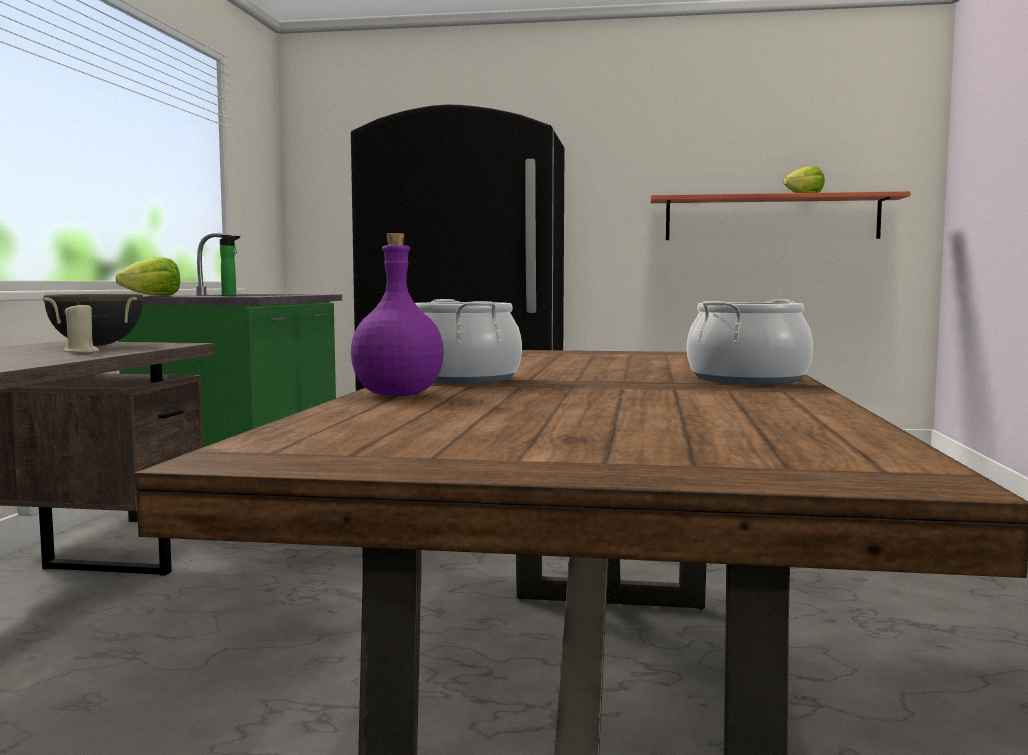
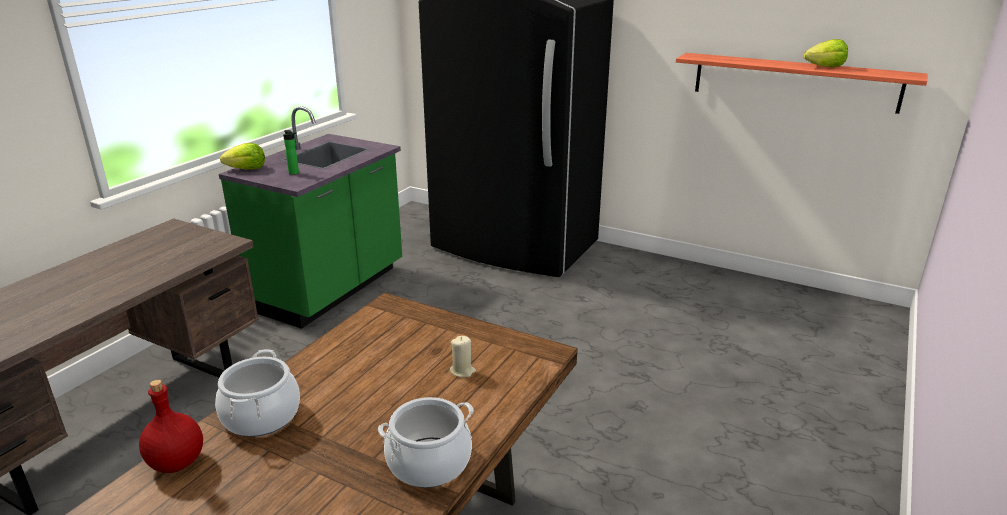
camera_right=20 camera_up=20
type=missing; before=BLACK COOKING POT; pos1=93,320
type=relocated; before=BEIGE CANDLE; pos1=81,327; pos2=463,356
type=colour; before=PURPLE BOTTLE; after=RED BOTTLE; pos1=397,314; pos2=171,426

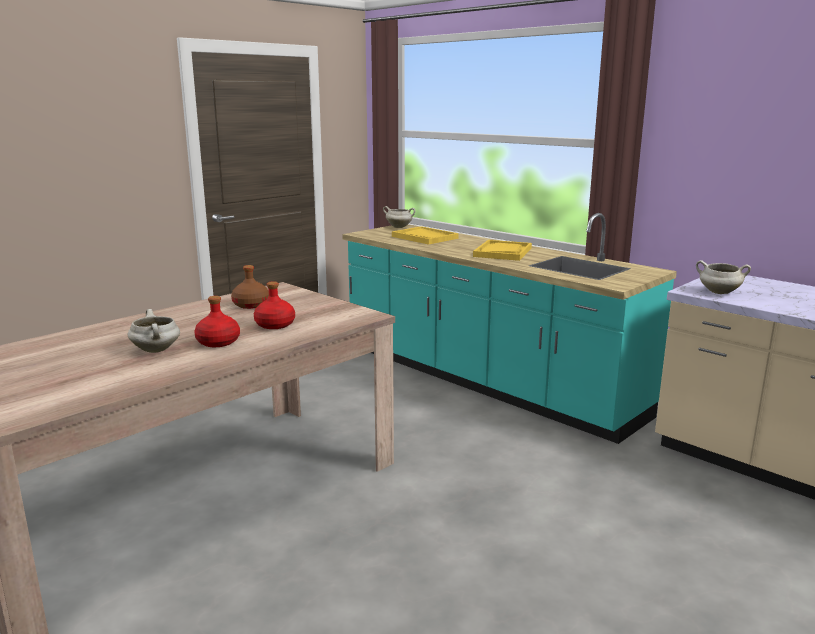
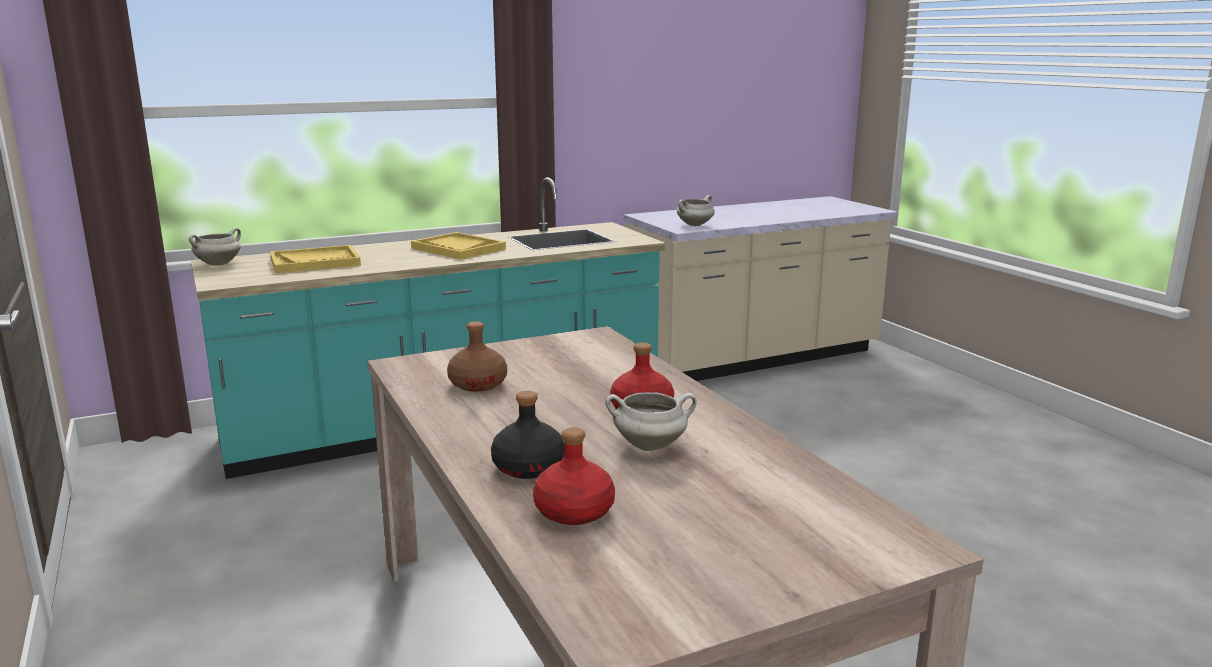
camera_right=-70 camera_up=0
type=appeared; after=BLACK BOTTLE; pos2=528,435
type=relocated; before=RED BOTTLE; pos1=274,305; pos2=574,476

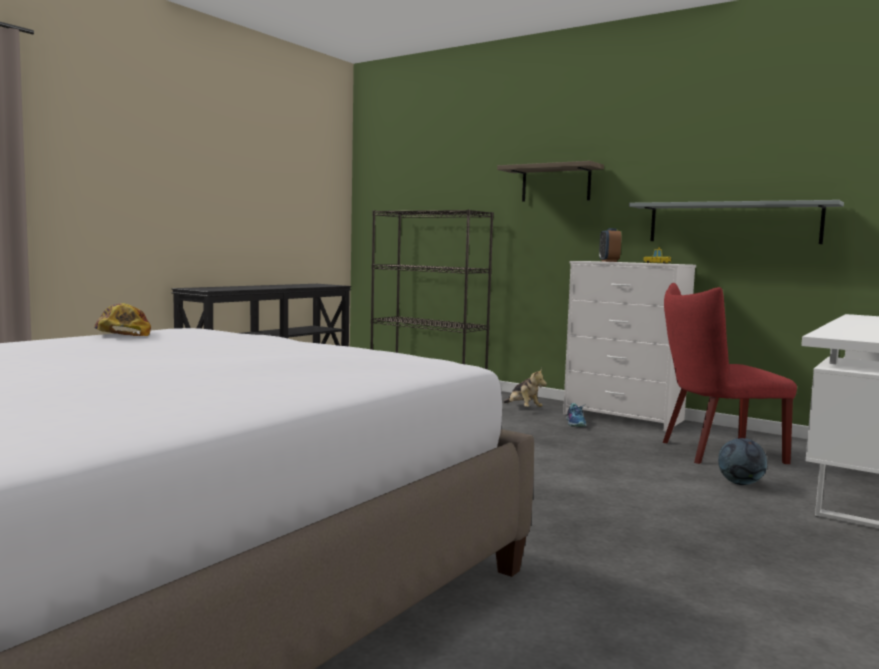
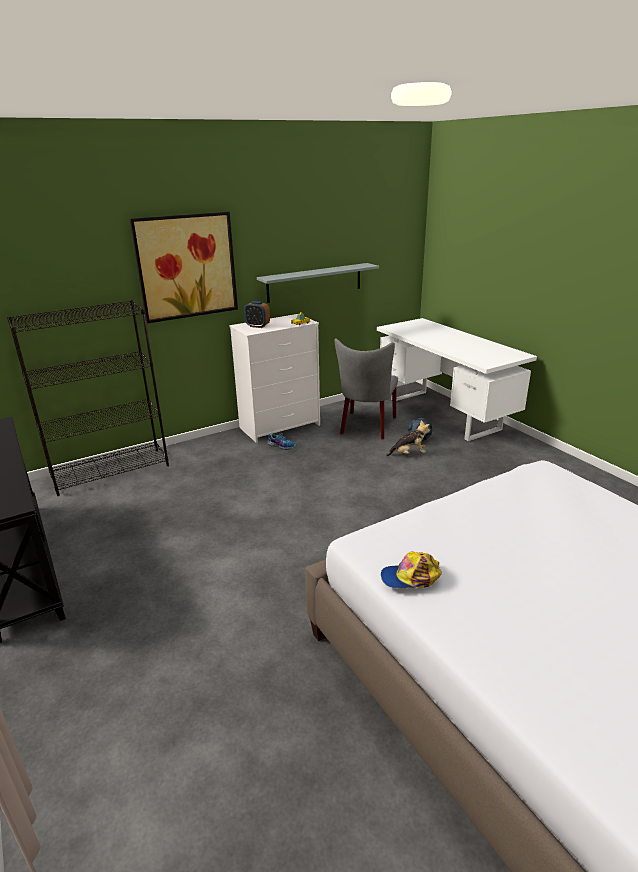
camera_right=-65 camera_up=20
type=relocated; before=PLUSH TOY; pos1=525,387; pos2=408,438
type=exchanged; before=SHELF; after=PICTURE; pos1=550,181; pos2=184,267
type=colour; before=RED CHAIR; after=GREY CHAIR; pos1=730,373; pos2=366,388

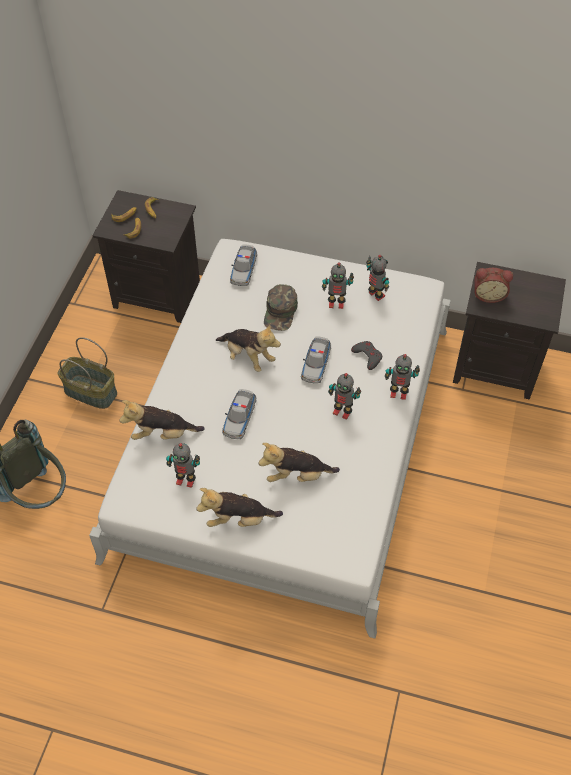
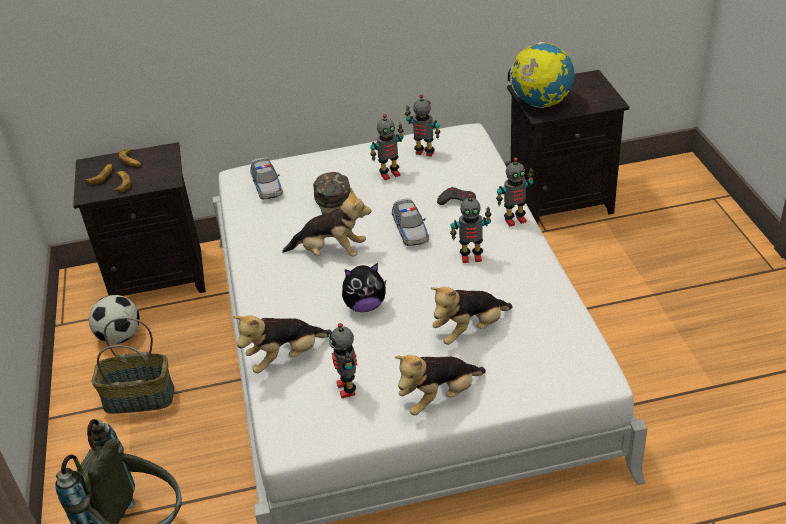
camera_right=-25 camera_up=-15
type=appeared; after=FOOTBALL; pos2=114,319
type=exchanged; before=TOY CAR; after=PLUSH TOY; pos1=239,414; pos2=364,287
type=exchanged; before=ALARM CLOCK; after=GLOBE; pos1=493,285; pos2=541,75
type=spun; before=TOY ROBOT; pos1=183,465; pos2=342,360; turn=90

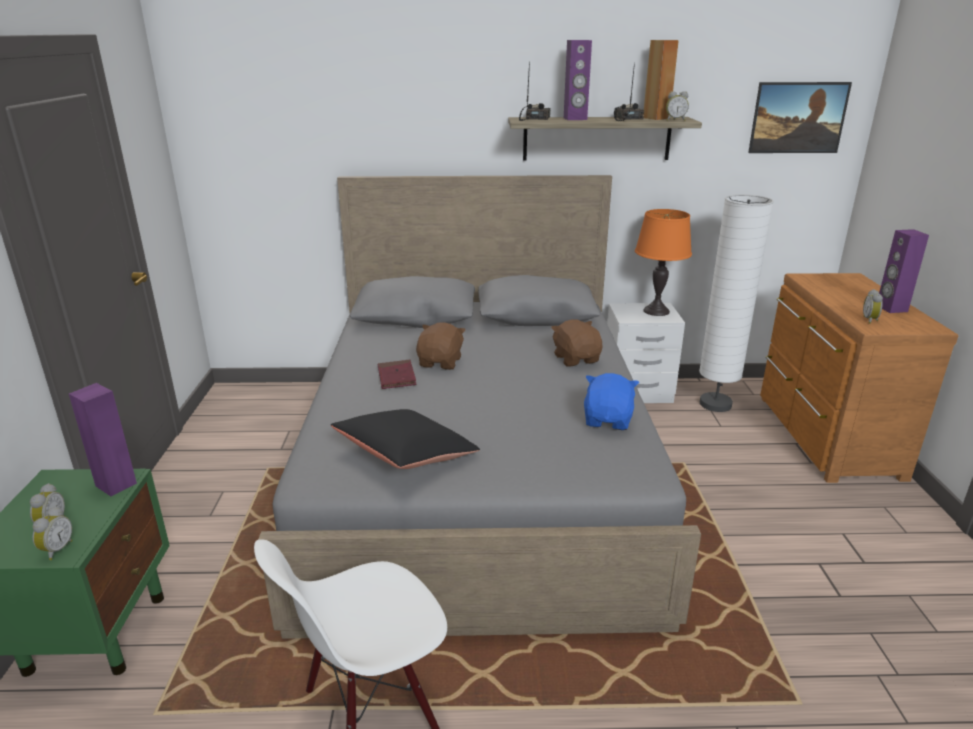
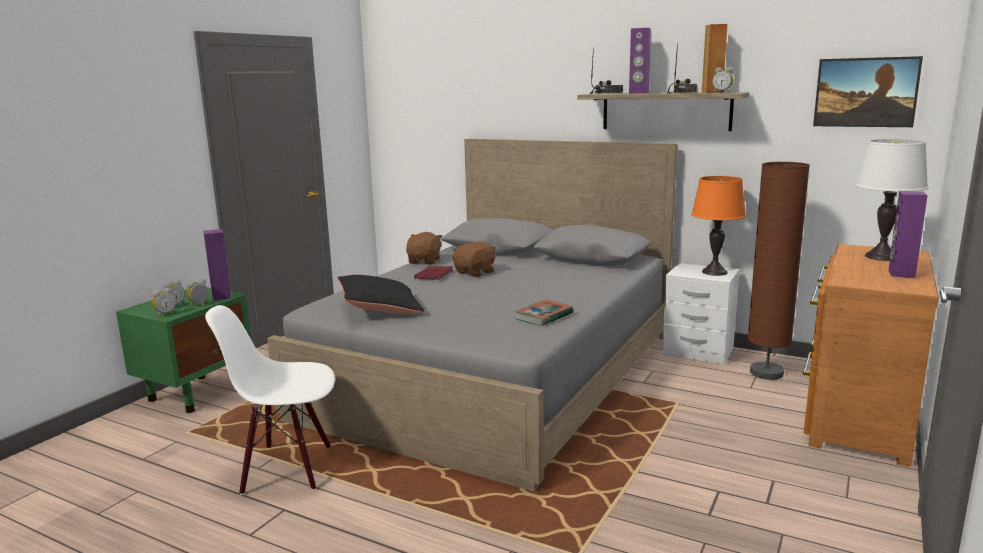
camera_right=30 camera_up=-10
type=appeared; after=WHITE TABLE LAMP; pos2=891,200
type=relocated; before=BROWN PLUSH TOY; pos1=576,343; pos2=424,248
type=relocated; before=ALARM CLOCK; pos1=873,306; pos2=197,292
type=exchanged; before=BLUE PLUSH TOY; after=BOOK; pos1=611,401; pos2=544,312
type=colour; before=WHITE FLOOR LAMP; after=BROWN FLOOR LAMP; pos1=736,303; pos2=779,271

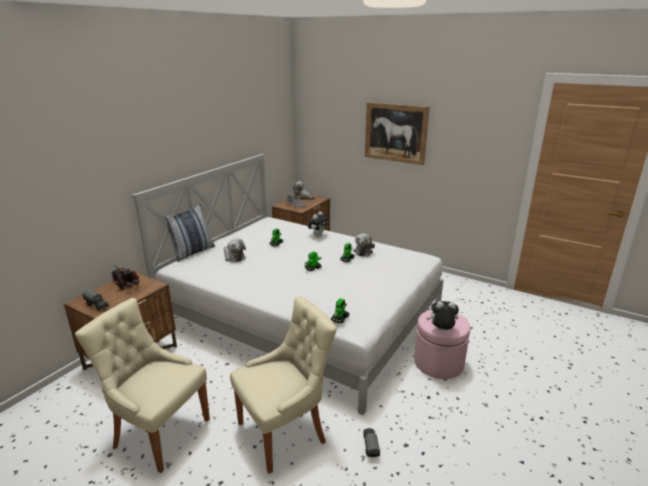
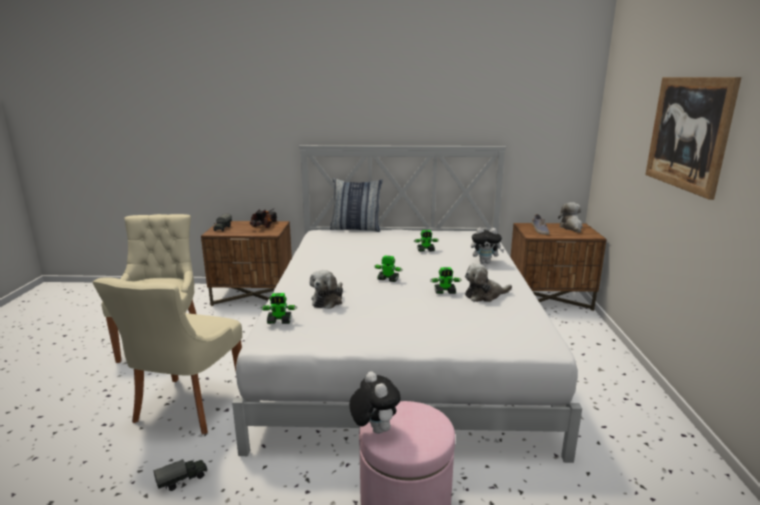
camera_right=60 camera_up=-5
type=relocated; before=PLUSH TOY; pos1=235,250; pos2=326,289
type=spun; before=BEIGE CHAIR; pos1=283,385; pos2=167,356; turn=75

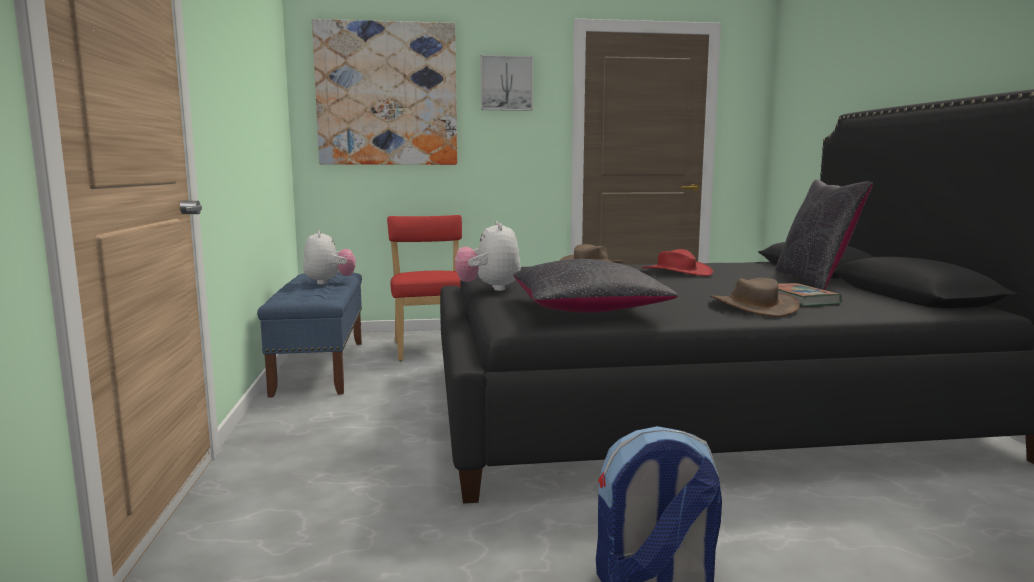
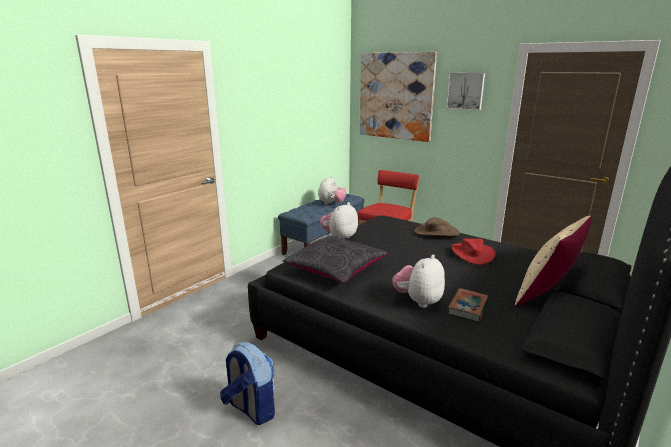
camera_right=45 camera_up=10
type=exchanged; before=BROWN HAT; after=PLUSH TOY; pos1=755,297; pos2=418,281
type=colour; before=BLACK PILLOW; after=BEIGE PILLOW; pos1=824,235; pos2=553,261

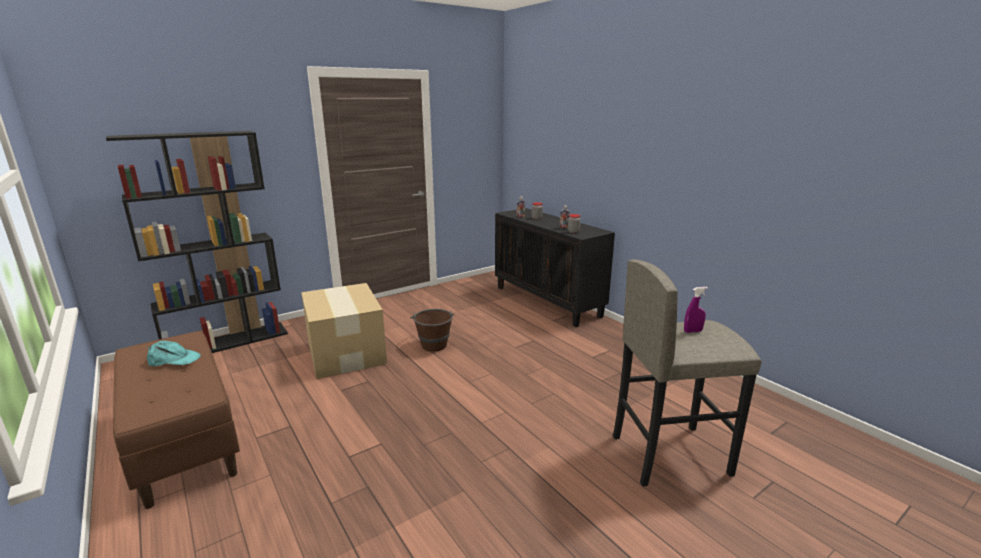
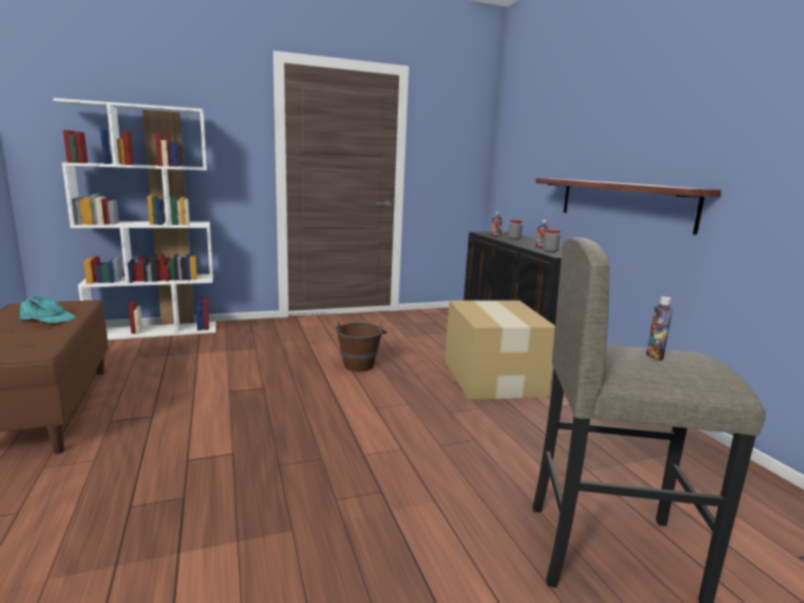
camera_right=15 camera_up=-5
type=appeared; after=SHELF; pos2=628,206
type=relocated; before=CARDBOARD BOX; pos1=344,331; pos2=500,350
type=exchanged; before=PURPLE SPRAY BOTTLE; after=BOTTLE; pos1=696,310; pos2=659,328
type=colour; before=BLACK BOOKCASE; after=WHITE BOOKCASE; pos1=197,242; pos2=134,219

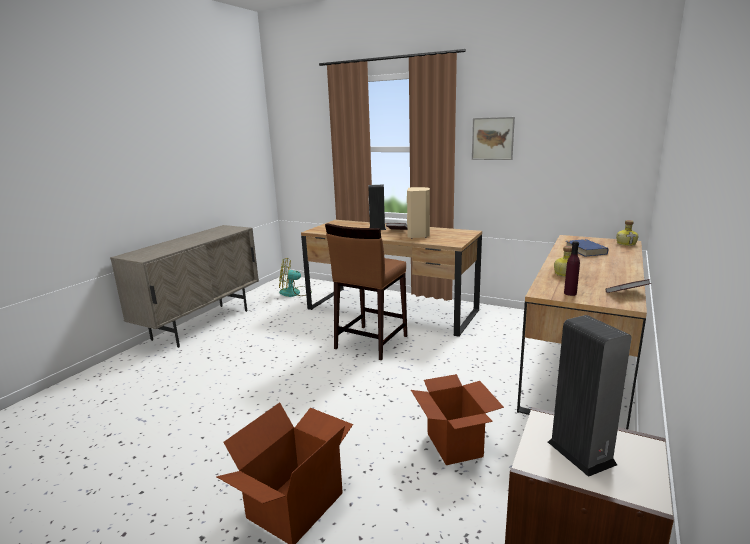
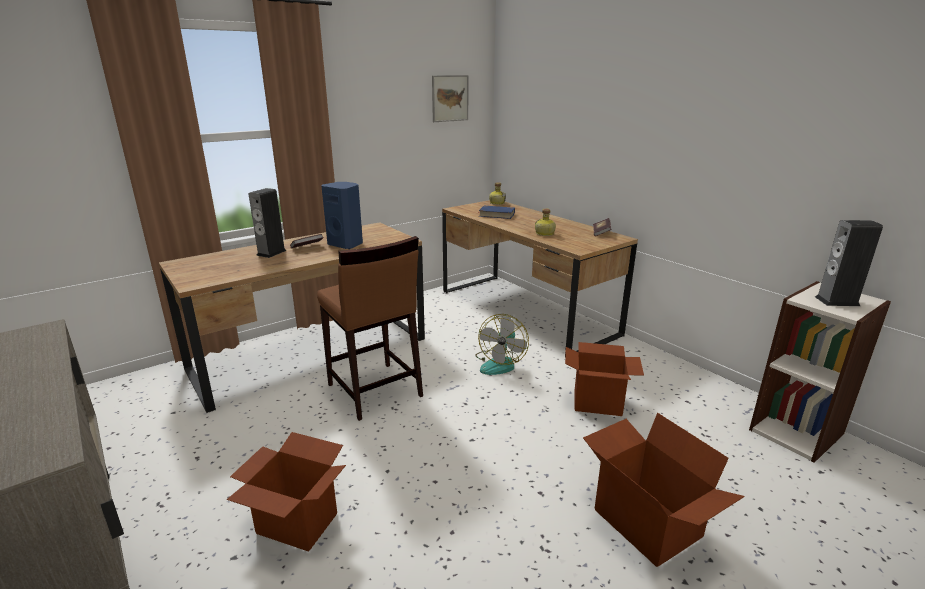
camera_right=-65 camera_up=5
type=missing; before=PURPLE BOTTLE; pos1=572,268
type=appeared; after=CARDBOARD BOX; pos2=286,492
type=relocated; before=FAN; pos1=295,277; pos2=502,344
type=relocated; before=PICTURE; pos1=493,138; pos2=450,98
type=colour; before=BEIGE SPEAKER; after=BLUE SPEAKER; pos1=418,212; pos2=342,215

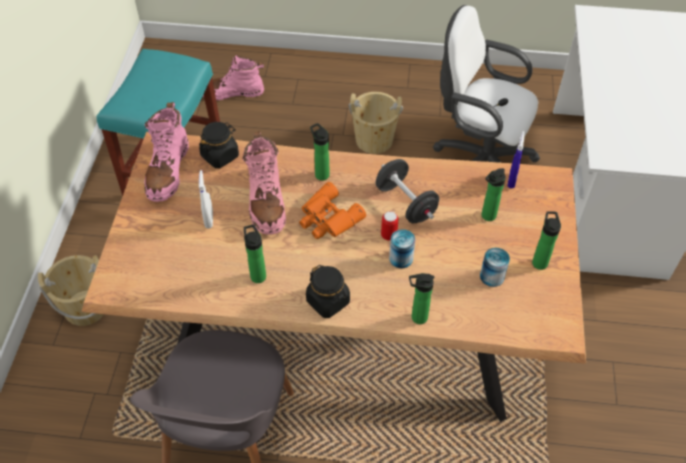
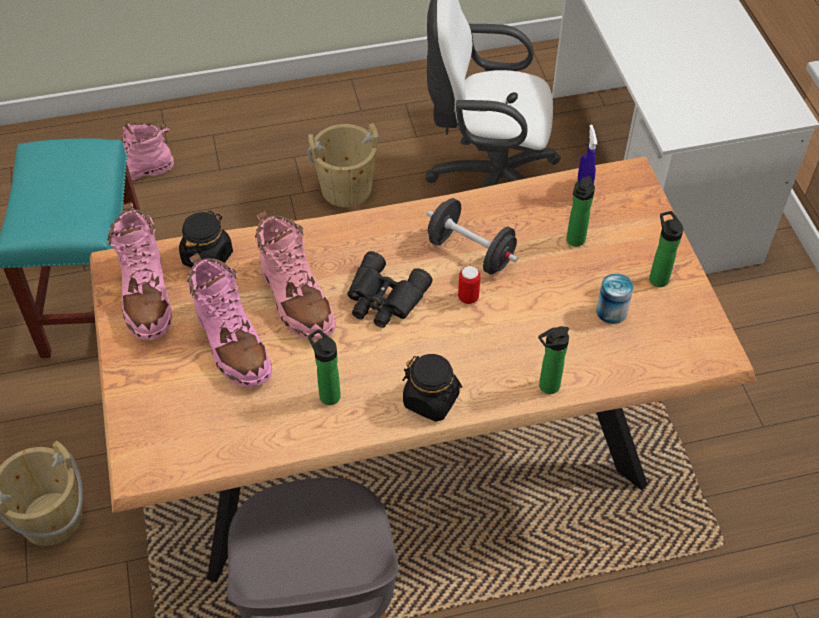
camera_right=-20 camera_up=0
type=missing; before=BOTTLE; pos1=320,152
type=missing; before=CAN; pos1=402,248
type=exchanged; before=WHITE SPRAY BOTTLE; after=PINK BOOT; pos1=206,199; pos2=229,320
type=colour; before=ORANGE BINOCULARS; after=BLACK BINOCULARS; pos1=332,210; pos2=389,289

